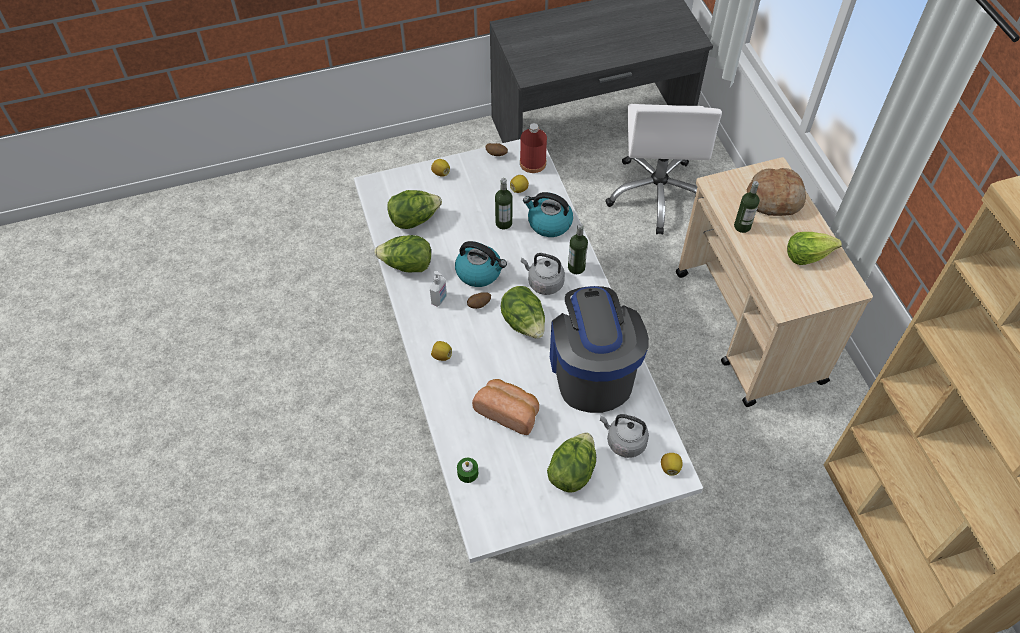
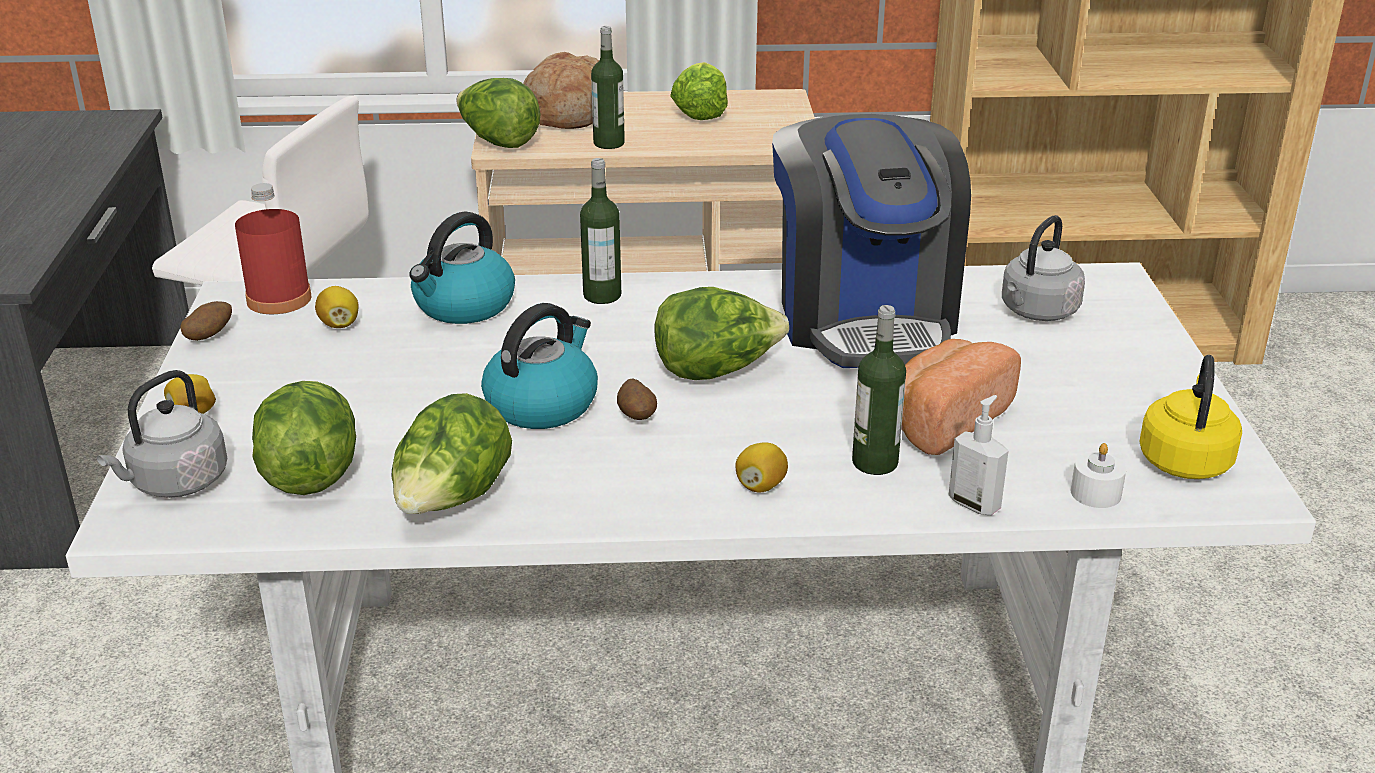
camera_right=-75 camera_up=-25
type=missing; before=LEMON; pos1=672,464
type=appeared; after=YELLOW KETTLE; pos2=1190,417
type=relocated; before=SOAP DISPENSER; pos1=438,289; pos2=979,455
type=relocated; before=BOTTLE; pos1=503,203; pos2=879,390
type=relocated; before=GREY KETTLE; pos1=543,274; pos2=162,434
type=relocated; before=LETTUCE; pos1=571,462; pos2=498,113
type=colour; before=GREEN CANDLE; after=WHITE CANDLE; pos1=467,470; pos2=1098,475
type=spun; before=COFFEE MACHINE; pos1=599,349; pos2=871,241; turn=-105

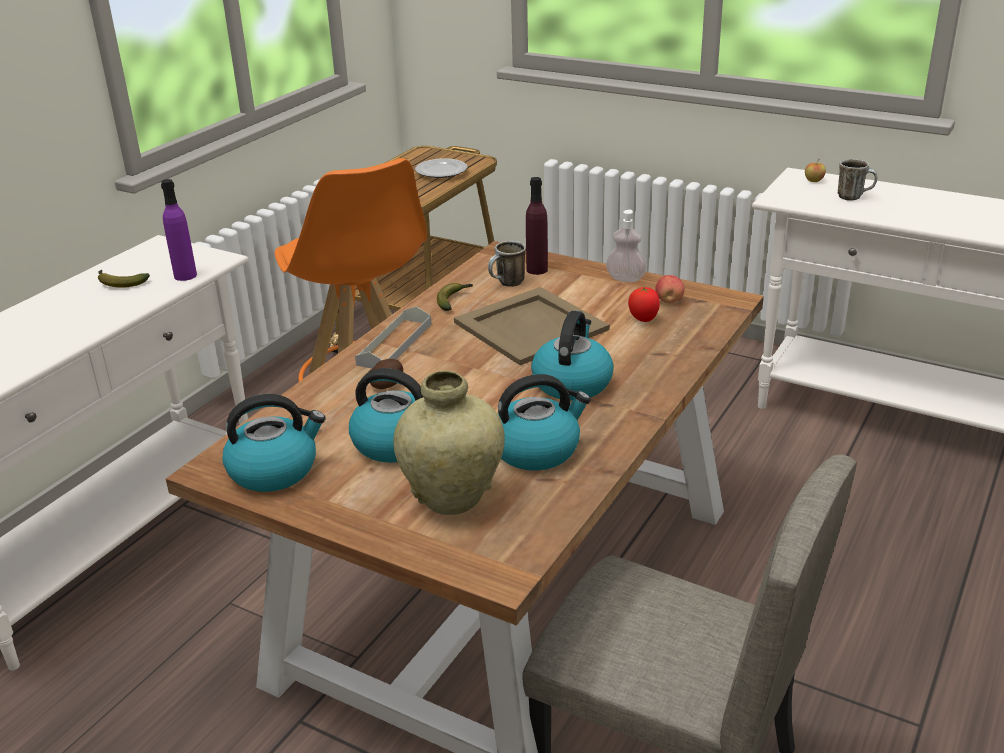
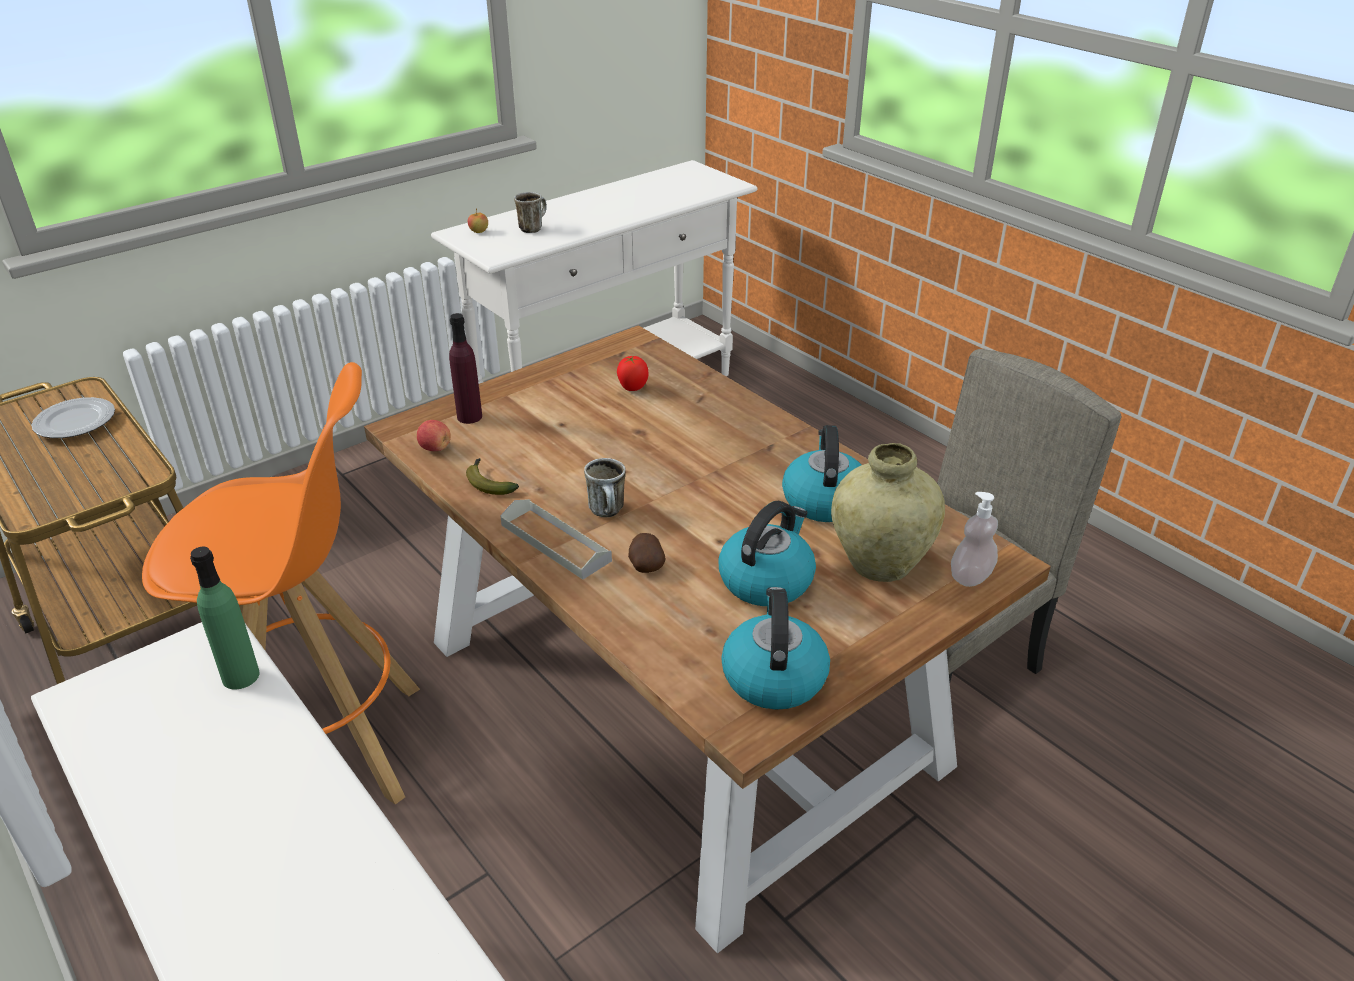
camera_right=-70 camera_up=5
type=missing; before=BANANA; pos1=124,279
type=missing; before=BEIGE TRAY; pos1=532,326
type=missing; before=KETTLE; pos1=572,356
type=relocated; before=MUG; pos1=507,264; pos2=605,487
type=relocated; before=SOAP DISPENSER; pos1=626,246; pos2=974,539
type=relocated; before=APPLE; pos1=669,289; pos2=434,435
type=colour; before=PURPLE BOTTLE; after=GREEN BOTTLE; pos1=179,230; pos2=225,617

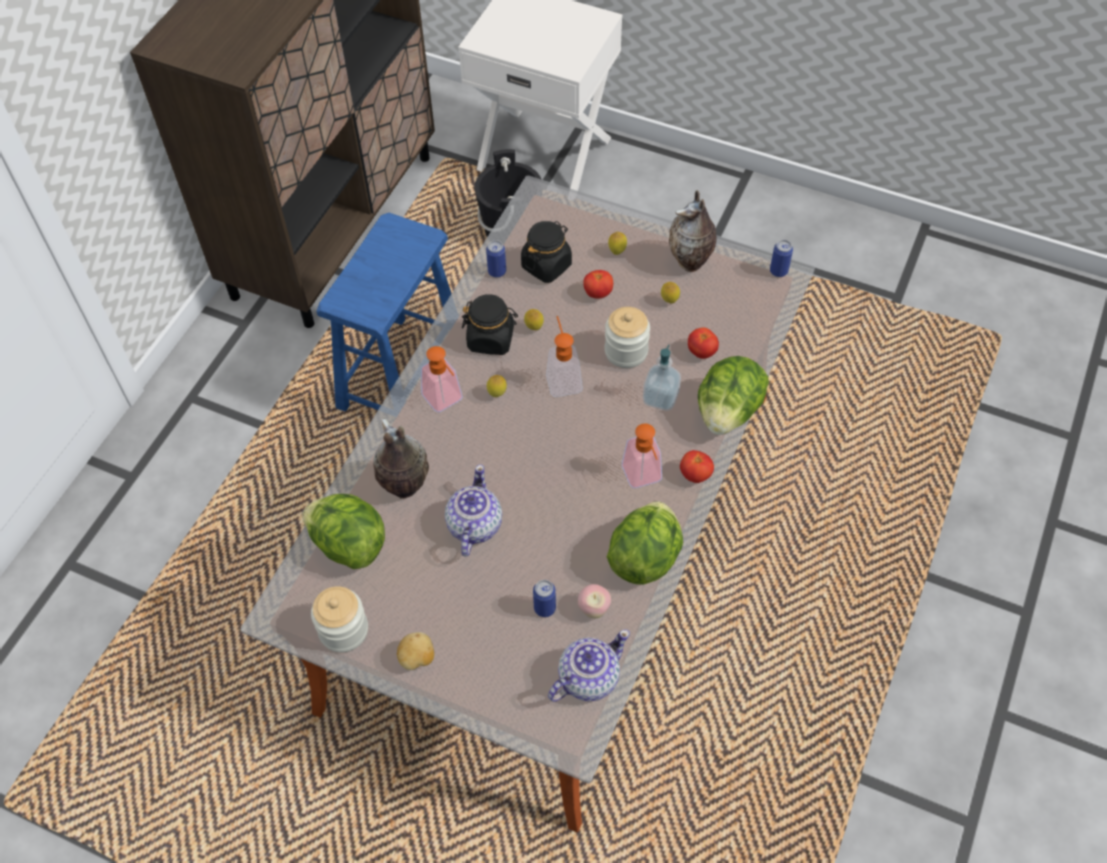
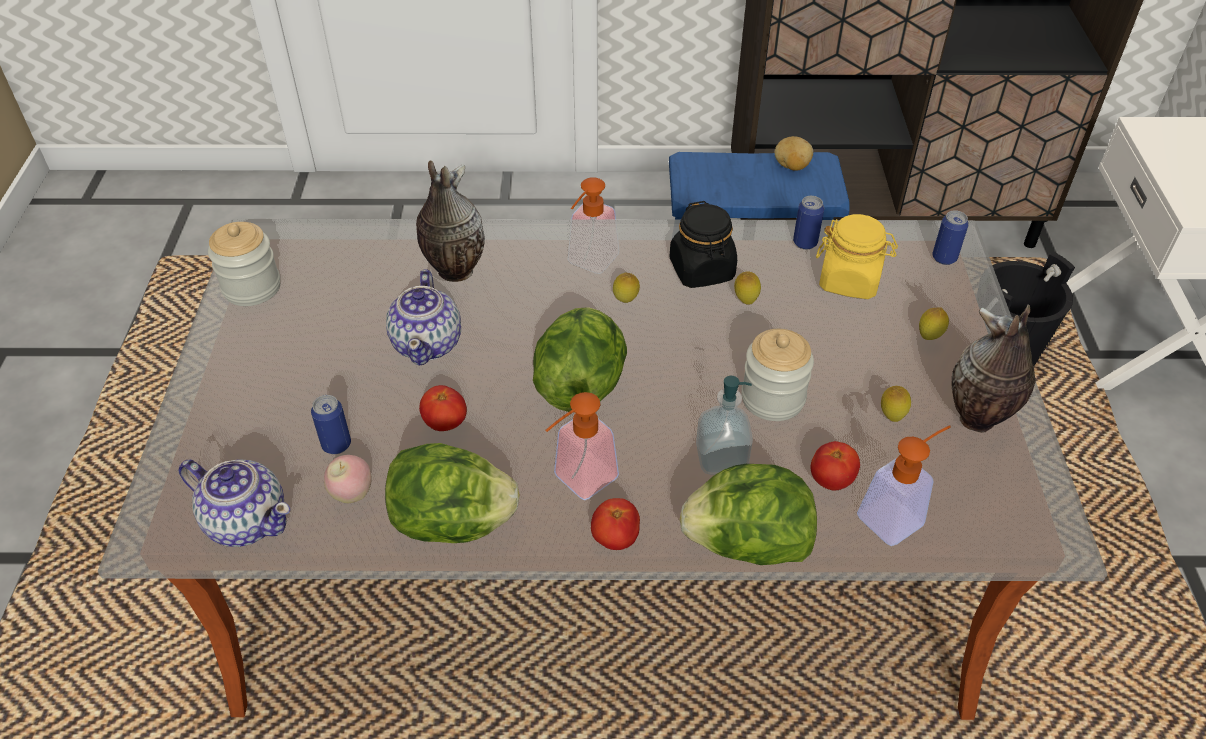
camera_right=65 camera_up=-10
type=relocated; before=LETTUCE; pos1=343,531; pos2=580,359
type=relocated; before=POTATO; pos1=415,651; pos2=794,153
type=relocated; before=SOAP DISPENSER; pos1=564,356; pos2=904,485
type=relocated; before=TOMATO; pos1=598,284; pos2=443,408
type=relocated; before=CAN; pos1=781,258; pos2=950,237
type=colour; before=BLACK JAR; after=YELLOW JAR; pos1=546,252; pos2=857,256
type=spun; before=TEAPOT; pos1=473,510; pos2=423,317; turn=105

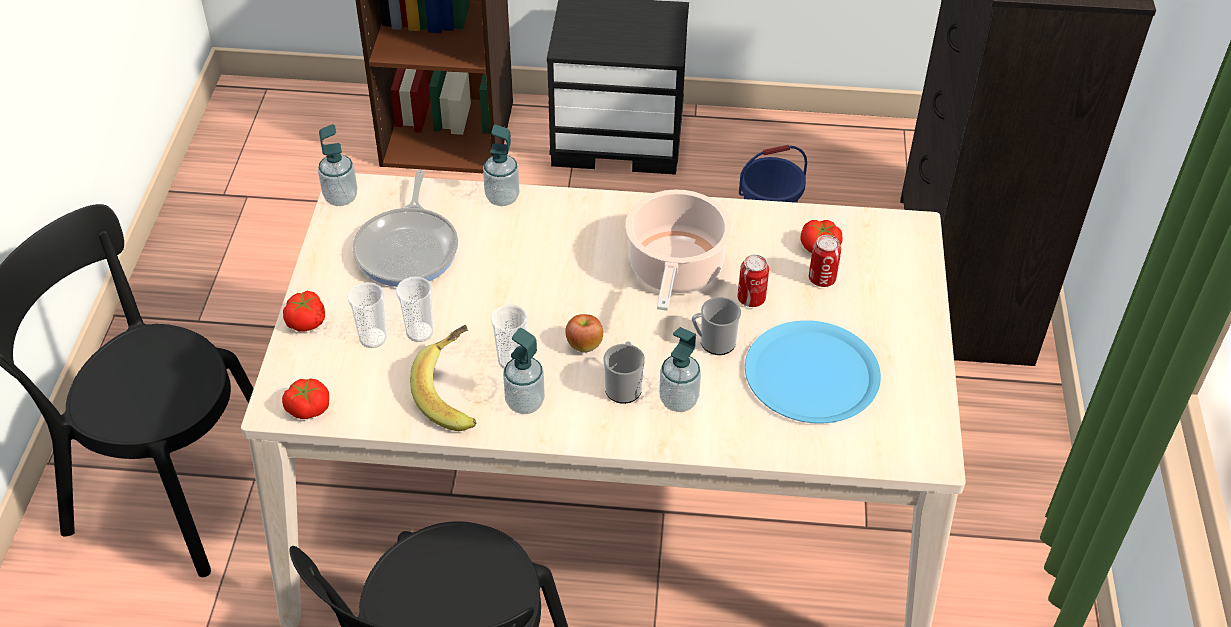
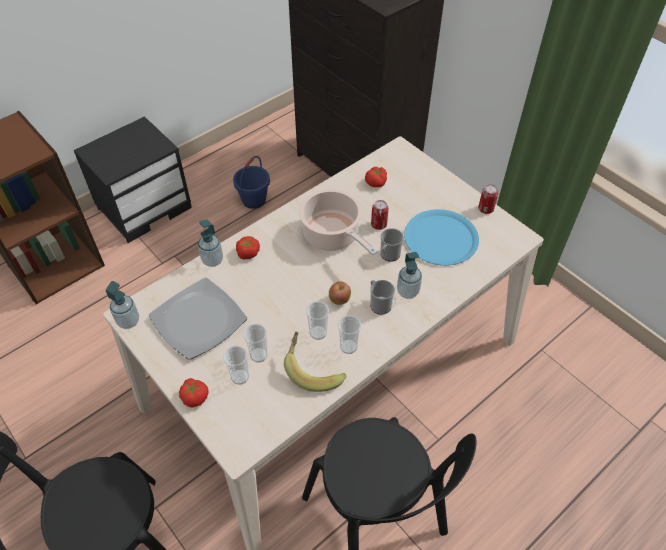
camera_right=-45 camera_up=5
type=relocated; before=TOMATO; pos1=305,399; pos2=248,248
type=relocated; before=CAN; pos1=825,261; pos2=488,199
type=exchanged; before=FRYING PAN; after=PLATE; pos1=405,228; pos2=198,318
type=exchanged; before=SOAP DISPENSER; after=CUP; pos1=524,371; pos2=349,334

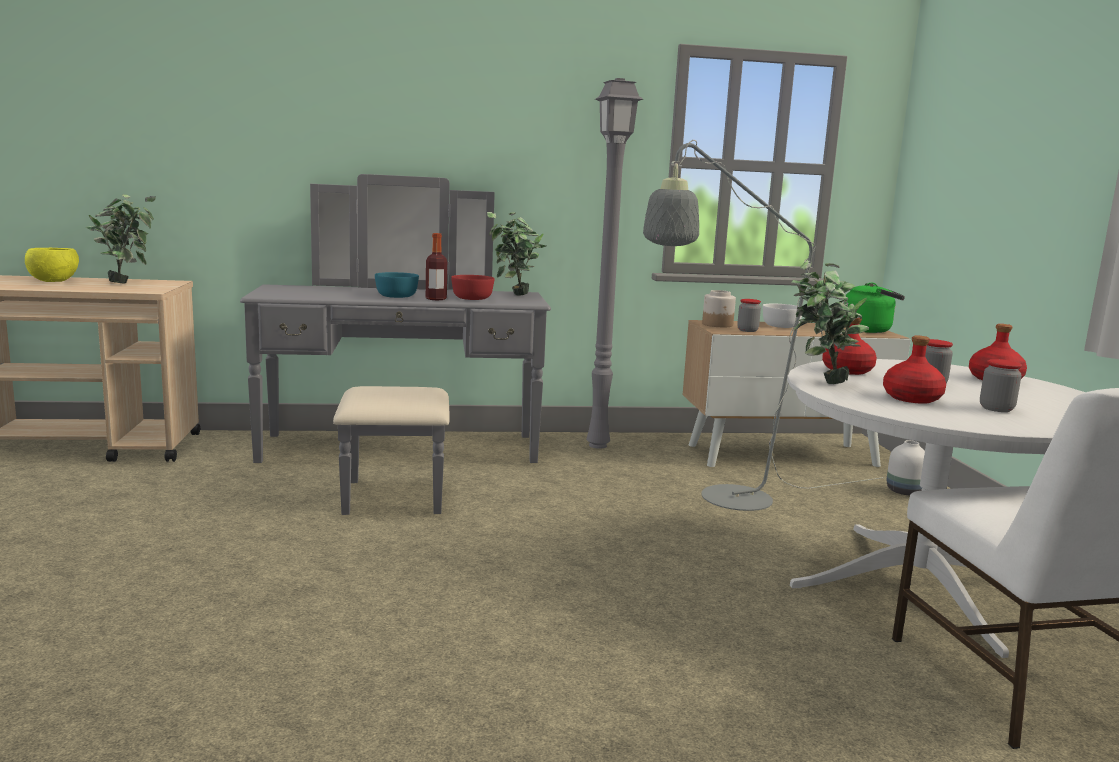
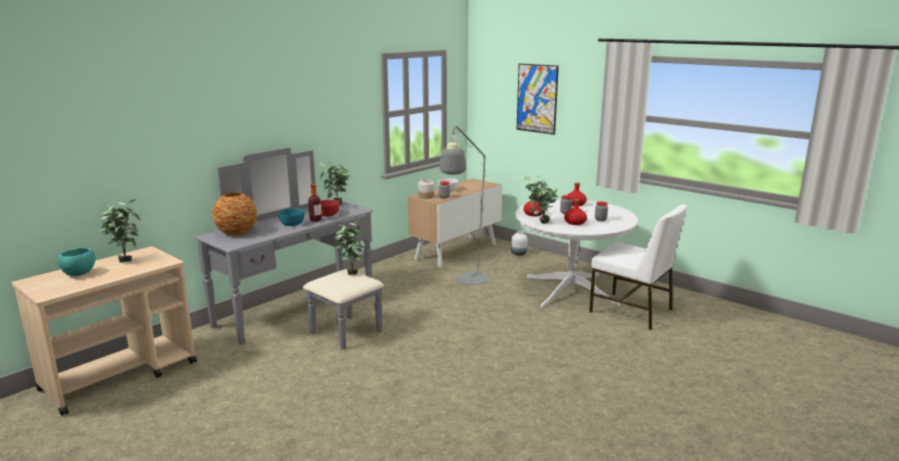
camera_right=-40 camera_up=5
type=missing; before=GREY FLOOR LAMP; pos1=614,263
type=missing; before=GREEN KETTLE; pos1=873,308
type=appeared; after=VASE; pos2=234,213
type=appeared; after=POTTED PLANT; pos2=350,247
type=appeared; after=PICTURE; pos2=538,99
type=colour; before=YELLOW BOWL; after=TURQUOISE BOWL; pos1=52,265; pos2=76,262

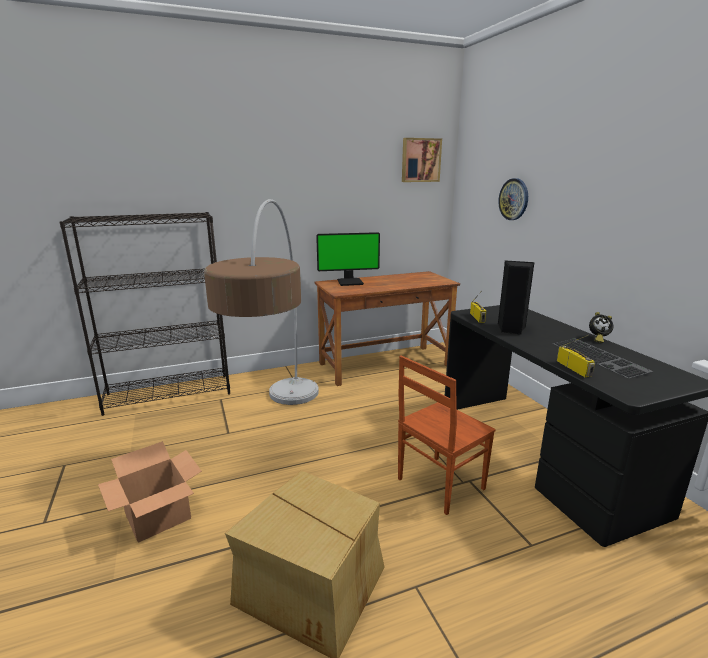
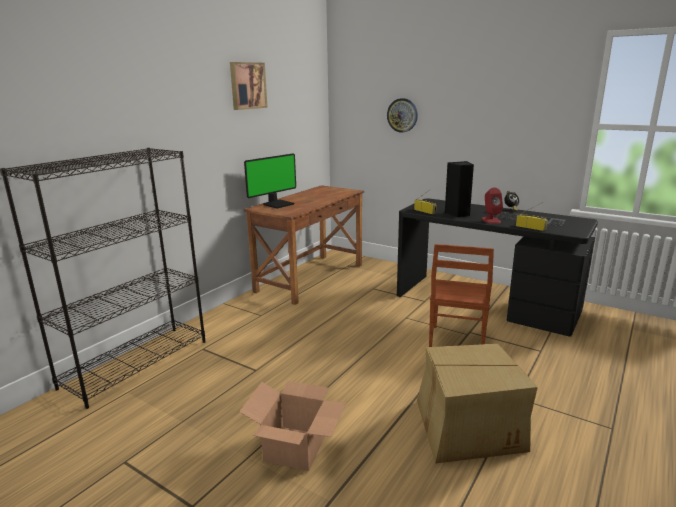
camera_right=-35 camera_up=0
type=missing; before=FLOOR LAMP; pos1=261,302
type=appeared; after=RED SPEAKER; pos2=492,205
type=relocated; before=PICTURE; pos1=422,160; pos2=249,86

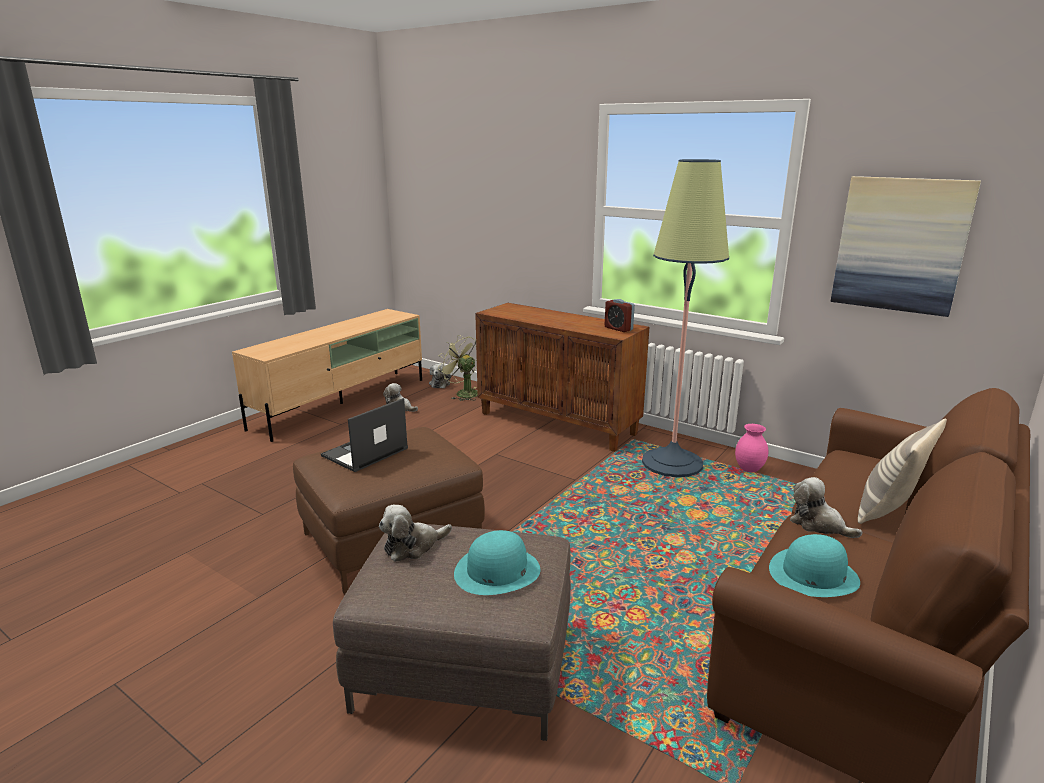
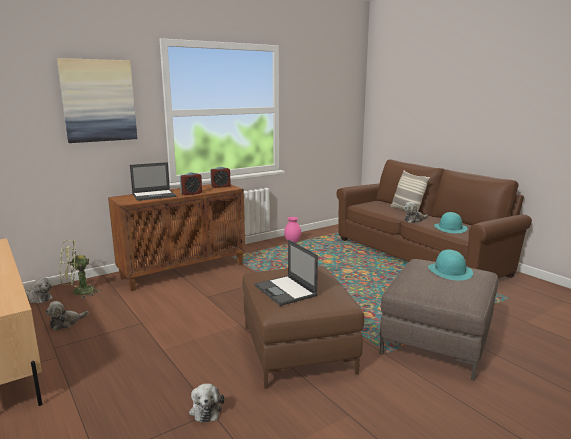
camera_right=-70 camera_up=-5
type=missing; before=FLOOR LAMP; pos1=685,318
type=appeared; after=LAPTOP; pos2=153,181
type=appeared; after=ALARM CLOCK; pos2=191,184
type=relocated; before=PLUSH TOY; pos1=415,533; pos2=206,403
type=relocated; before=PICTURE; pos1=906,246; pos2=97,100

